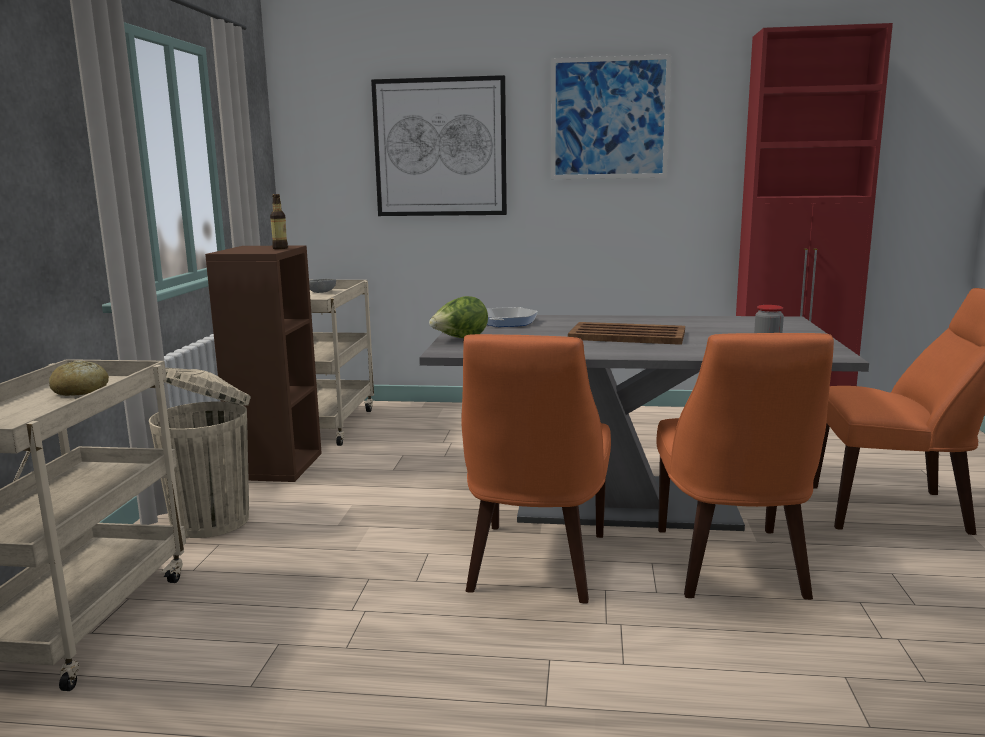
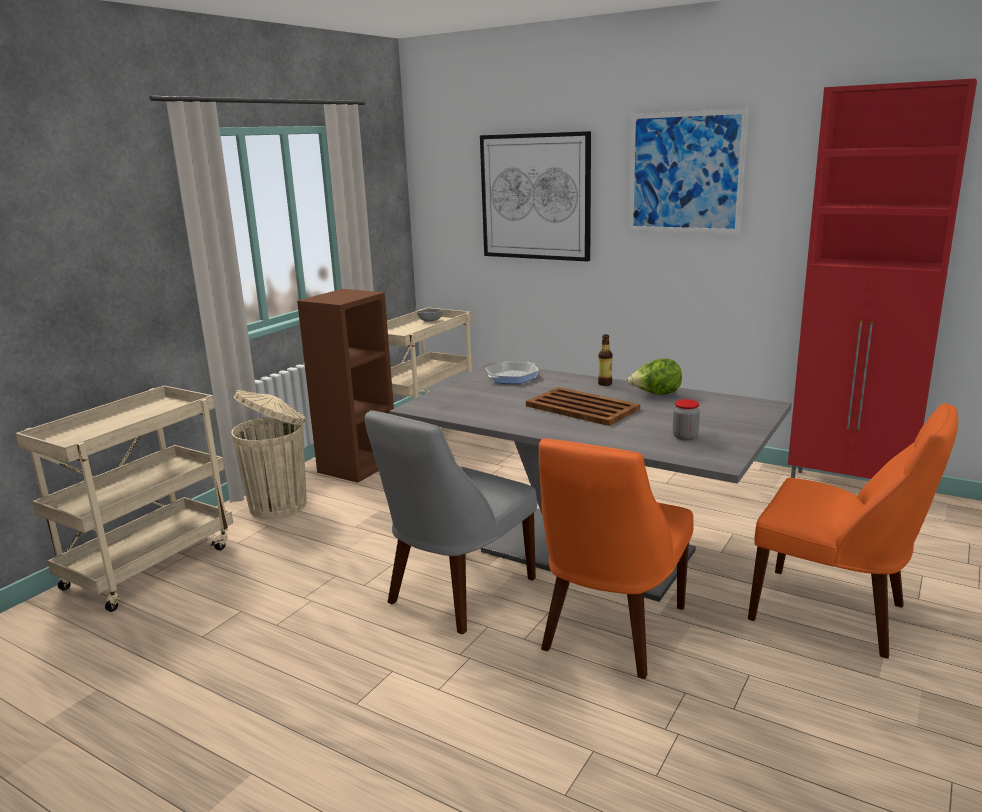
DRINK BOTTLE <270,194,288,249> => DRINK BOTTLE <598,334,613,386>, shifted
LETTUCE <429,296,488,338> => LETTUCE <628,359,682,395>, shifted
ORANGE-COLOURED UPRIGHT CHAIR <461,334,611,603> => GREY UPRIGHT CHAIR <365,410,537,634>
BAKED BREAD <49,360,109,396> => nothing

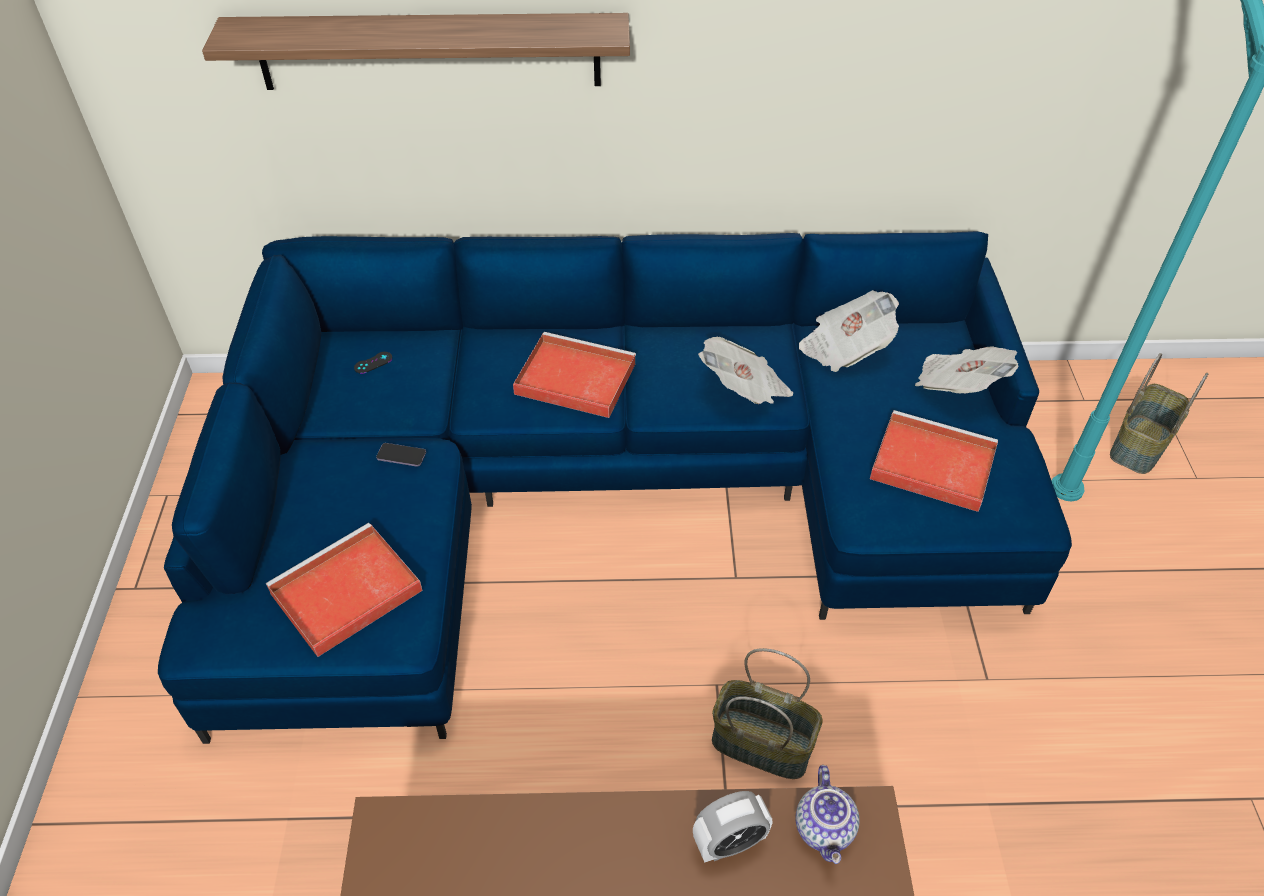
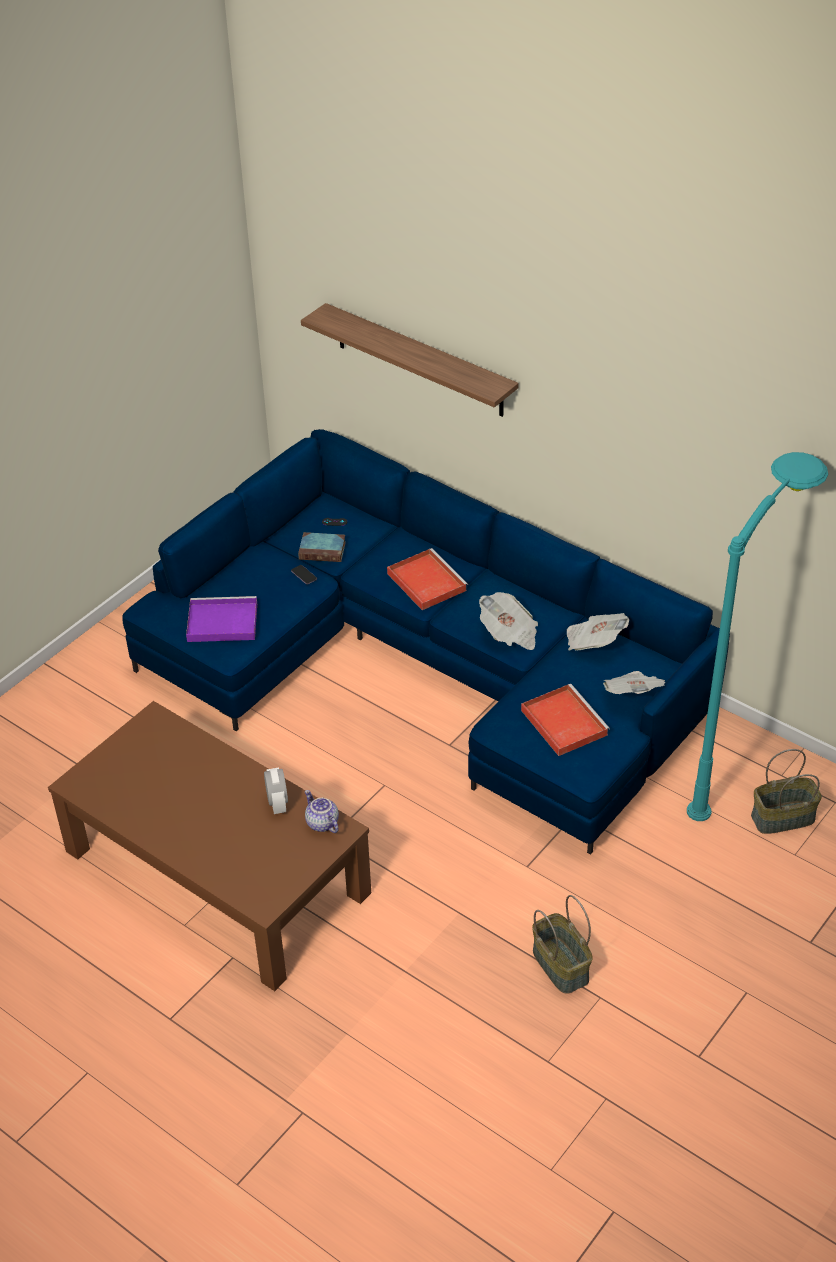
RED-COLOURED TRAY <266,523,423,657> => PURPLISH TRAY <186,596,257,642>
STORAGE BASKET <712,648,823,779> => STORAGE BASKET <532,895,593,994>, shifted
TEAPOT <796,765,860,864> => TEAPOT <305,790,339,833>, 105 degrees clockwise
TABLE CLOCK <693,791,773,863> => TABLE CLOCK <264,768,288,814>, 120 degrees counterclockwise
nothing => VOLUME <298,532,346,562>

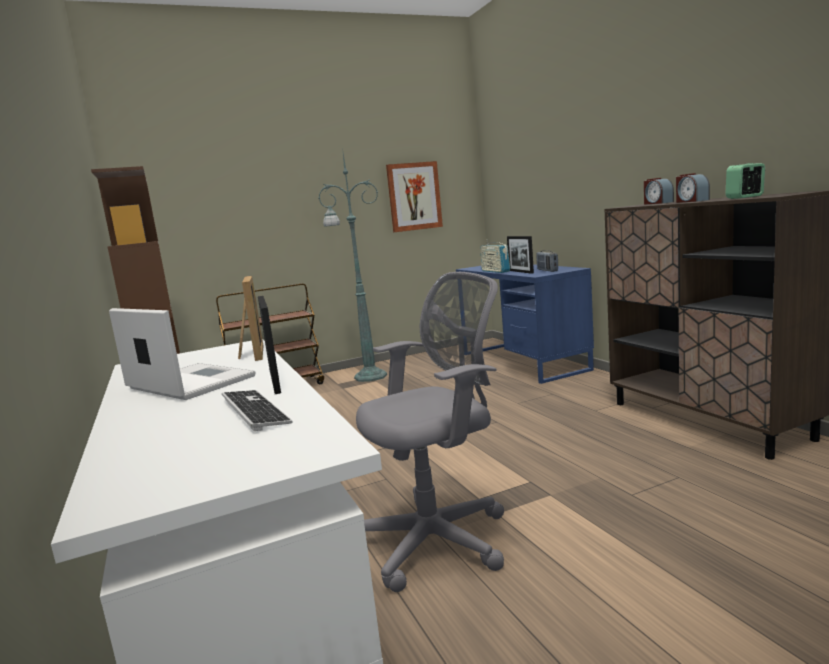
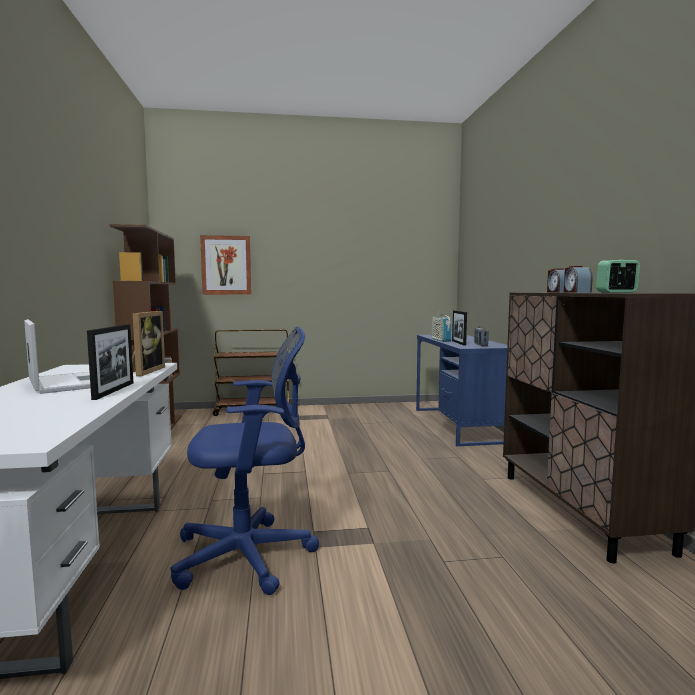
GREEN-COLOURED STANDARD LAMP <319,147,387,382> => nothing
PICTURE <386,161,443,232> => PICTURE <200,235,251,295>, shifted
GREY DESK CHAIR <356,272,504,592> => BLUISH DESK CHAIR <171,327,319,595>
PC KEYBOARD <222,390,293,431> => nothing

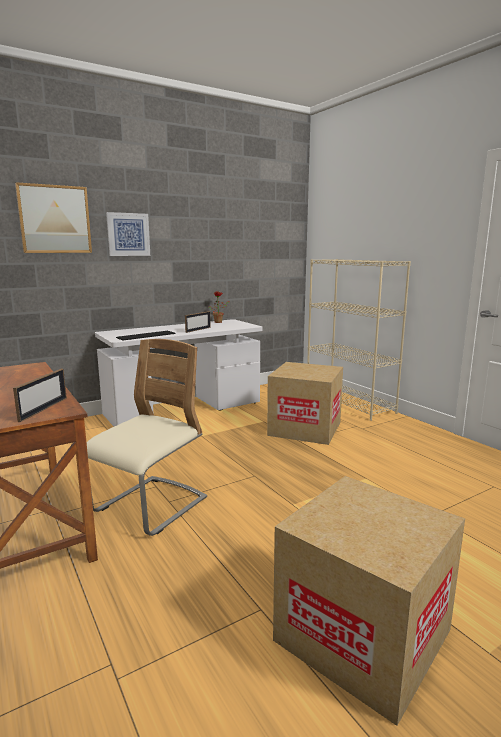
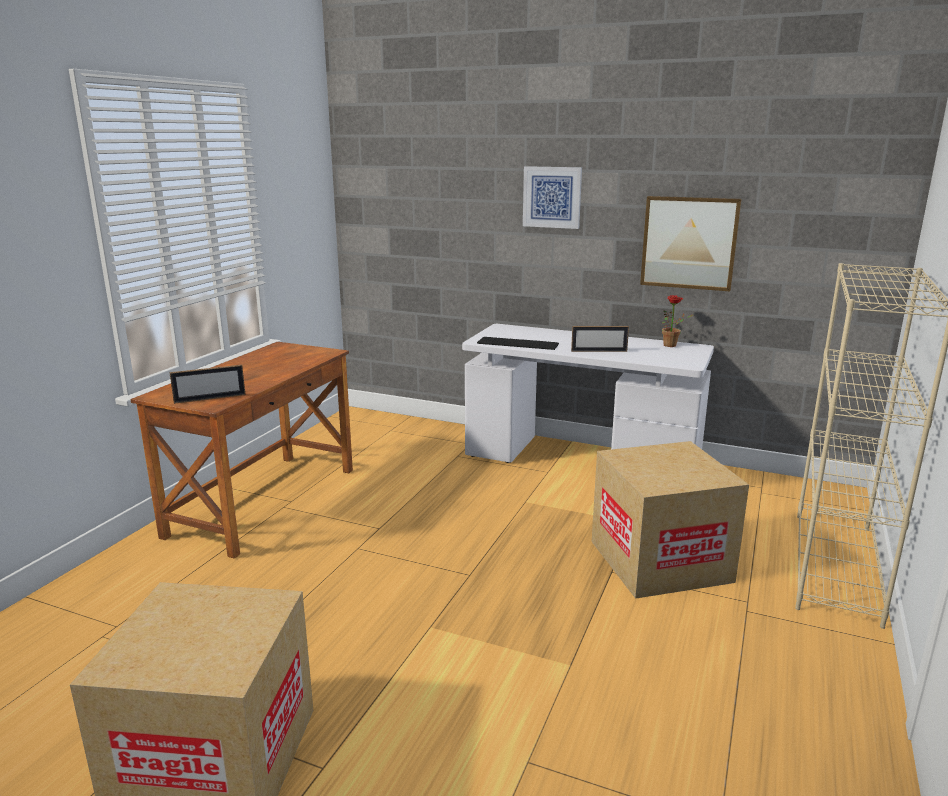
PICTURE <15,182,92,253> => PICTURE <640,196,741,291>, shifted
BEIGE UPRIGHT CHAIR <87,339,207,536> => nothing

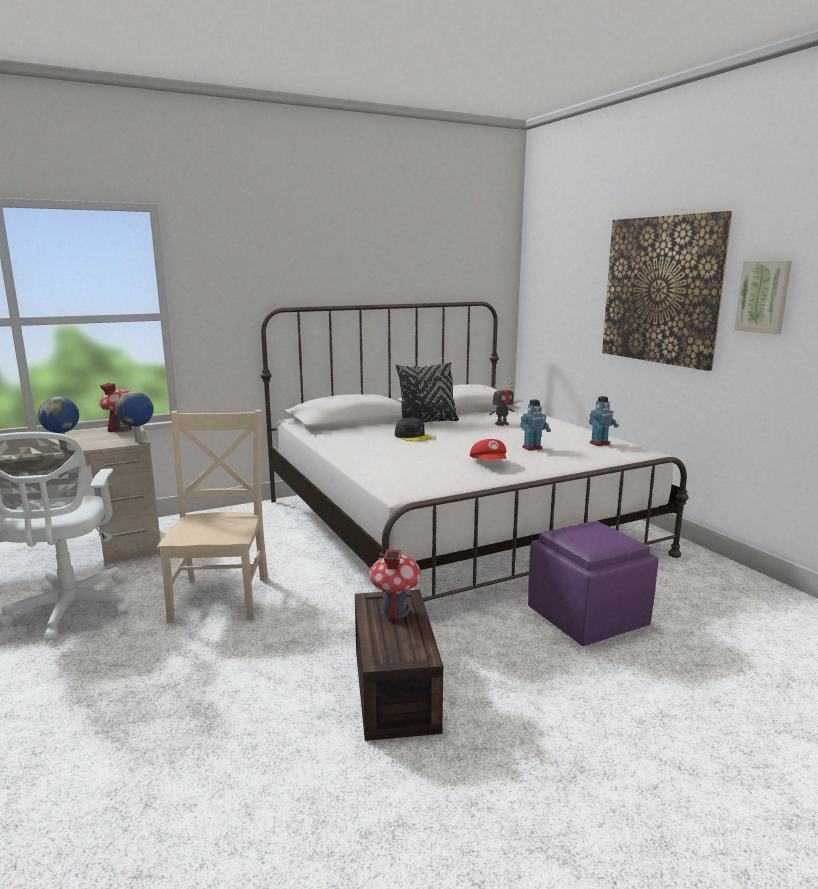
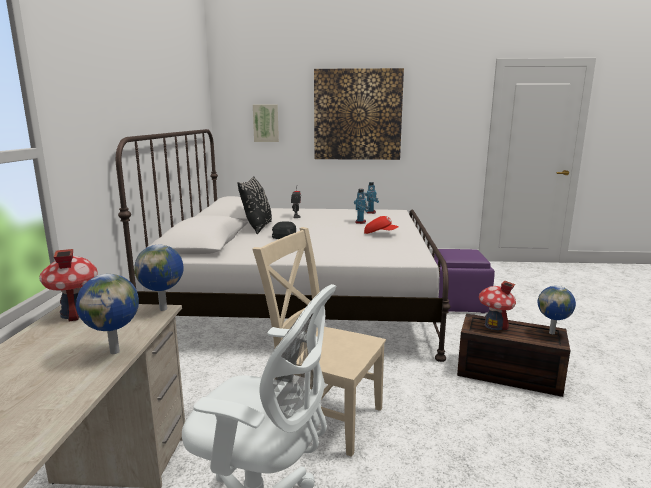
PICTURE <734,261,792,334> => PICTURE <253,105,279,142>, shifted
nothing => GLOBE <538,286,576,334>

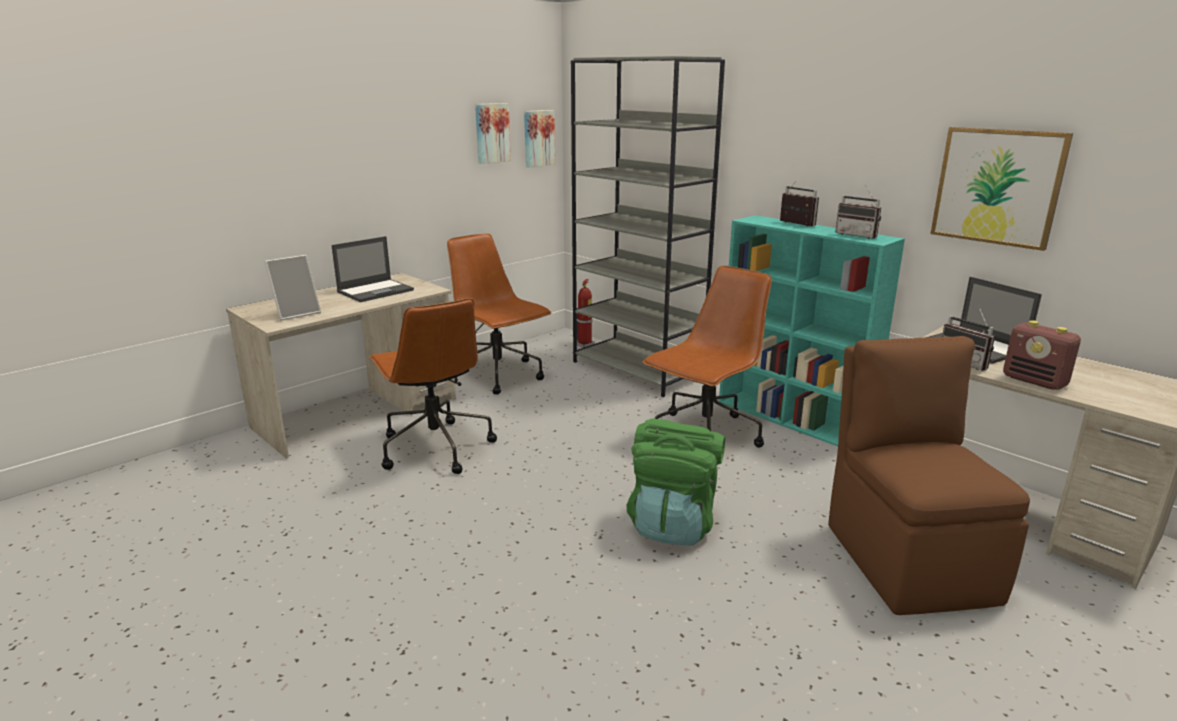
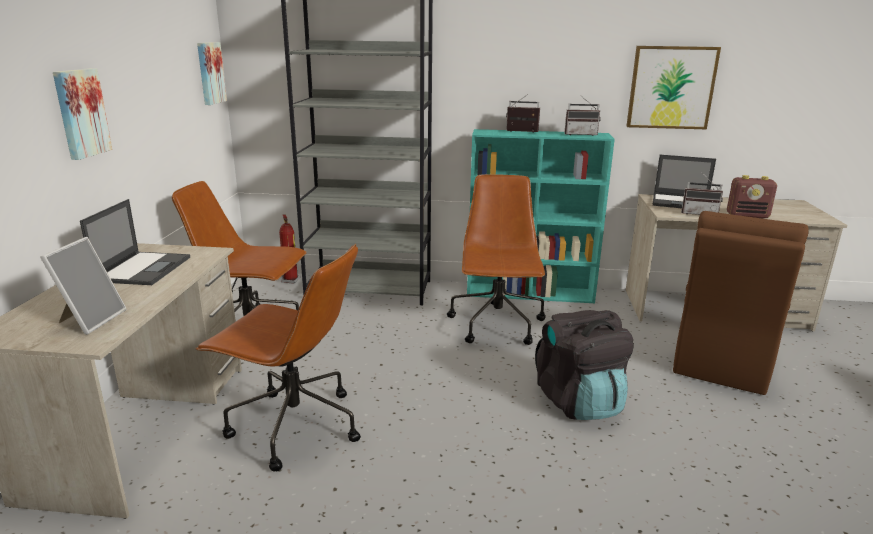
PICTURE <475,103,511,164> => PICTURE <53,68,112,160>, shifted
BROWN UPRIGHT CHAIR <828,336,1030,615> => BROWN UPRIGHT CHAIR <673,211,809,395>, 105 degrees counterclockwise
GREEN-COLOURED BACKPACK <627,418,725,546> => BLACKISH BACKPACK <535,310,634,420>

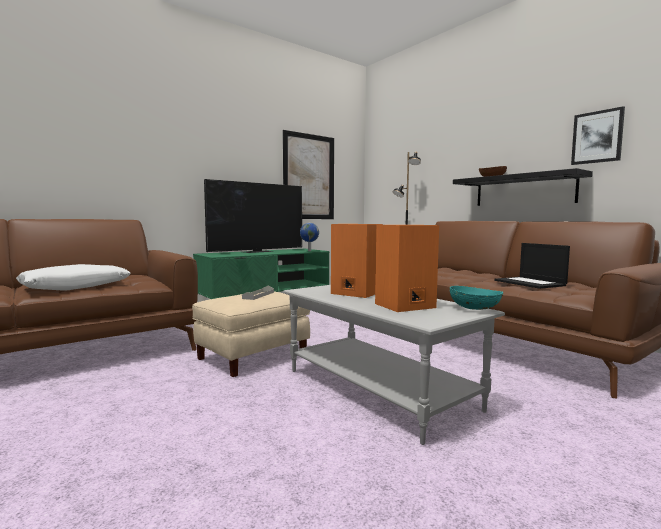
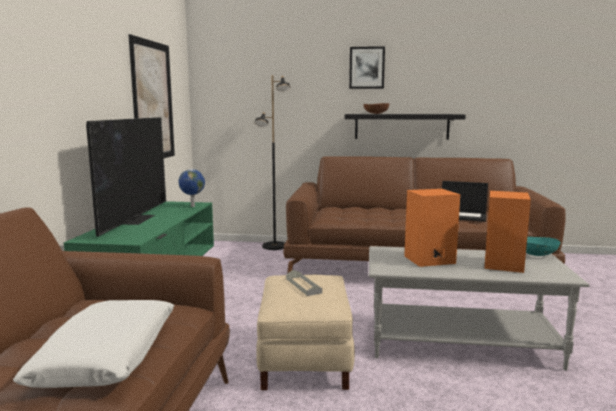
PICTURE <571,106,625,165> => PICTURE <349,46,385,89>, shifted

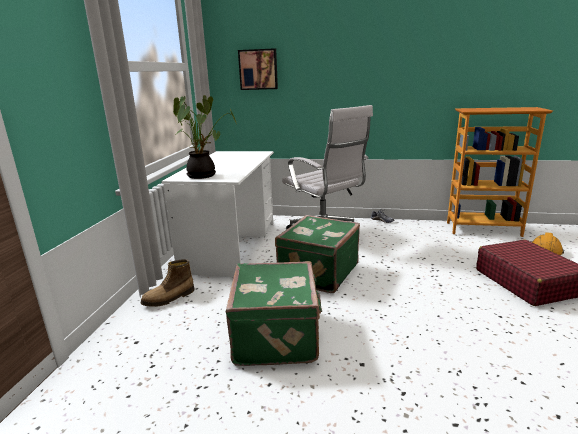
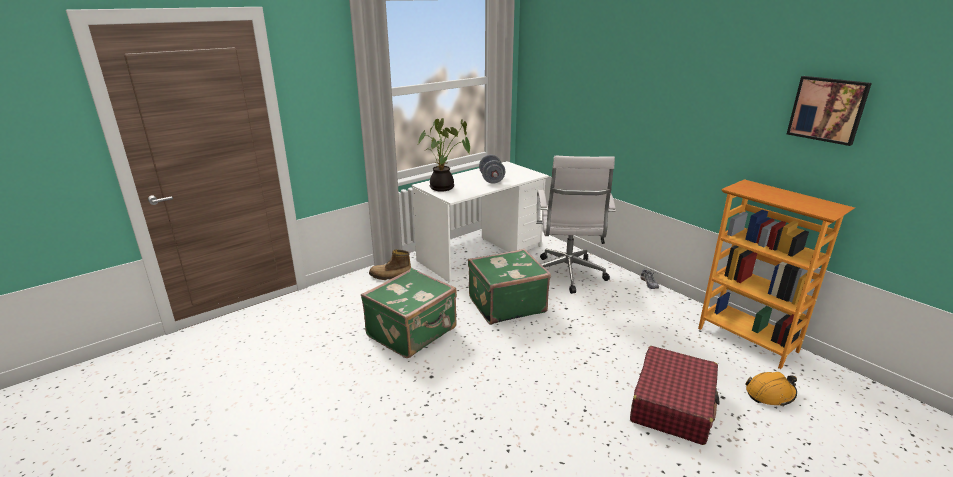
PICTURE <238,48,278,90> => PICTURE <787,76,872,146>, shifted
nothing => GREY FREE WEIGHT <479,155,505,184>

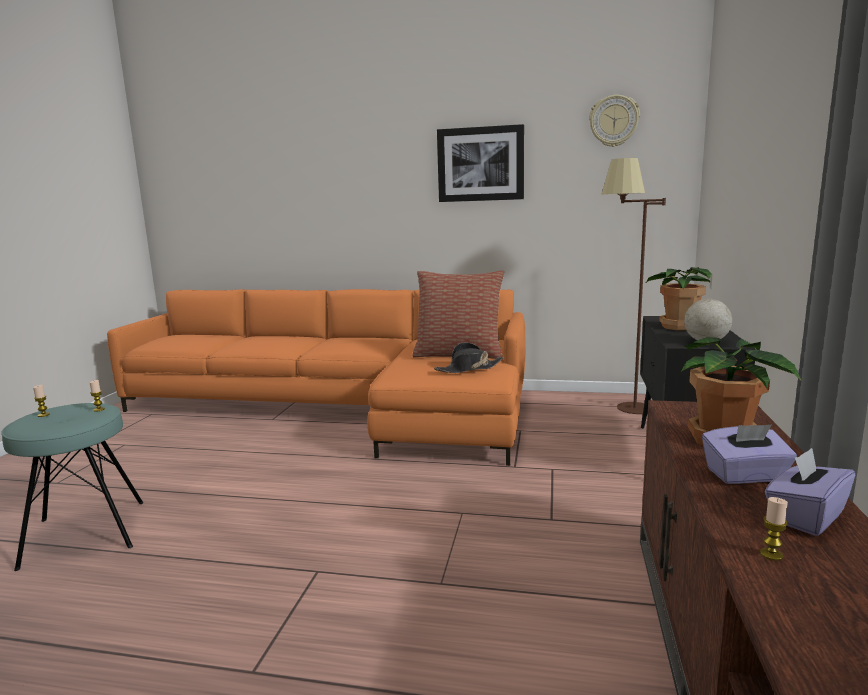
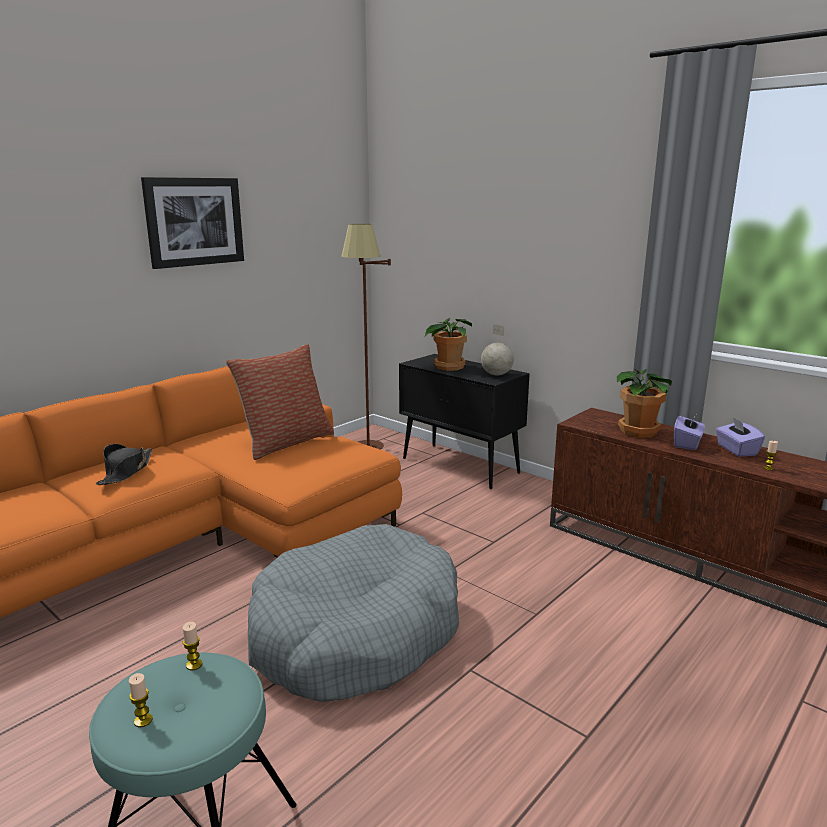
CLOCK ON THE WALL <589,95,640,147> => nothing
BLACKISH WEARABLE HAT <434,342,504,373> => BLACKISH WEARABLE HAT <96,444,152,485>, shifted
nothing => GREY DOG BED <248,524,459,702>

